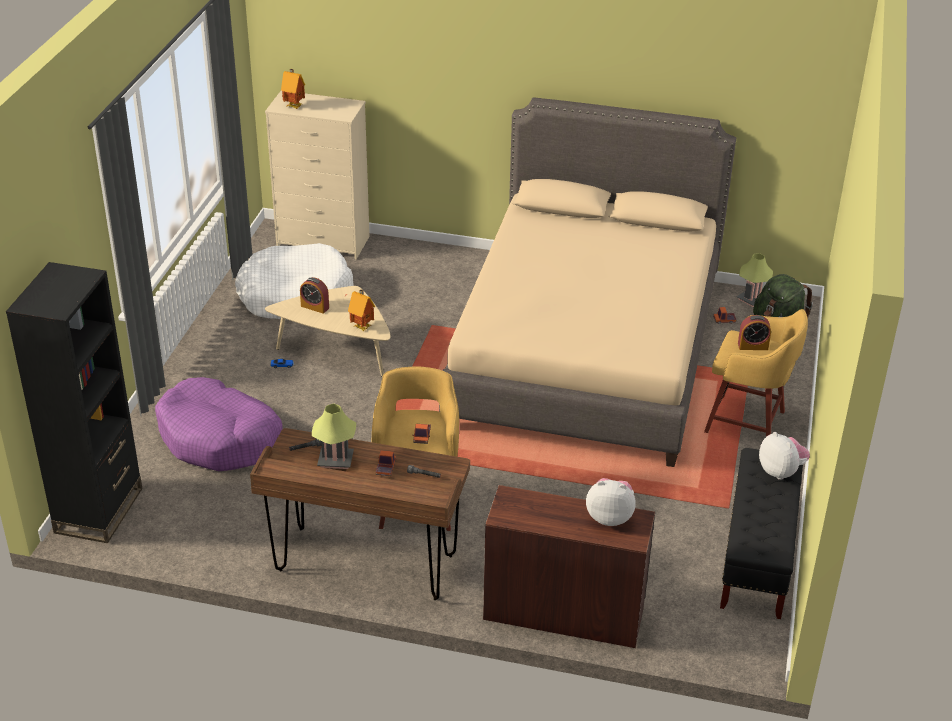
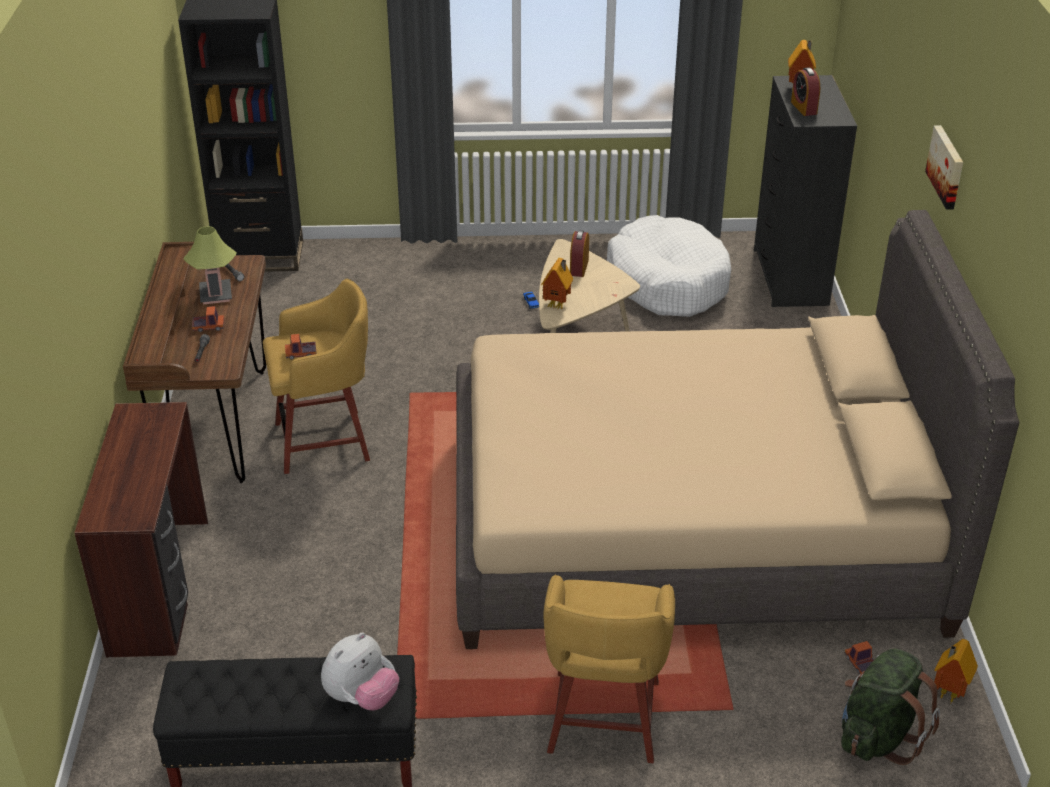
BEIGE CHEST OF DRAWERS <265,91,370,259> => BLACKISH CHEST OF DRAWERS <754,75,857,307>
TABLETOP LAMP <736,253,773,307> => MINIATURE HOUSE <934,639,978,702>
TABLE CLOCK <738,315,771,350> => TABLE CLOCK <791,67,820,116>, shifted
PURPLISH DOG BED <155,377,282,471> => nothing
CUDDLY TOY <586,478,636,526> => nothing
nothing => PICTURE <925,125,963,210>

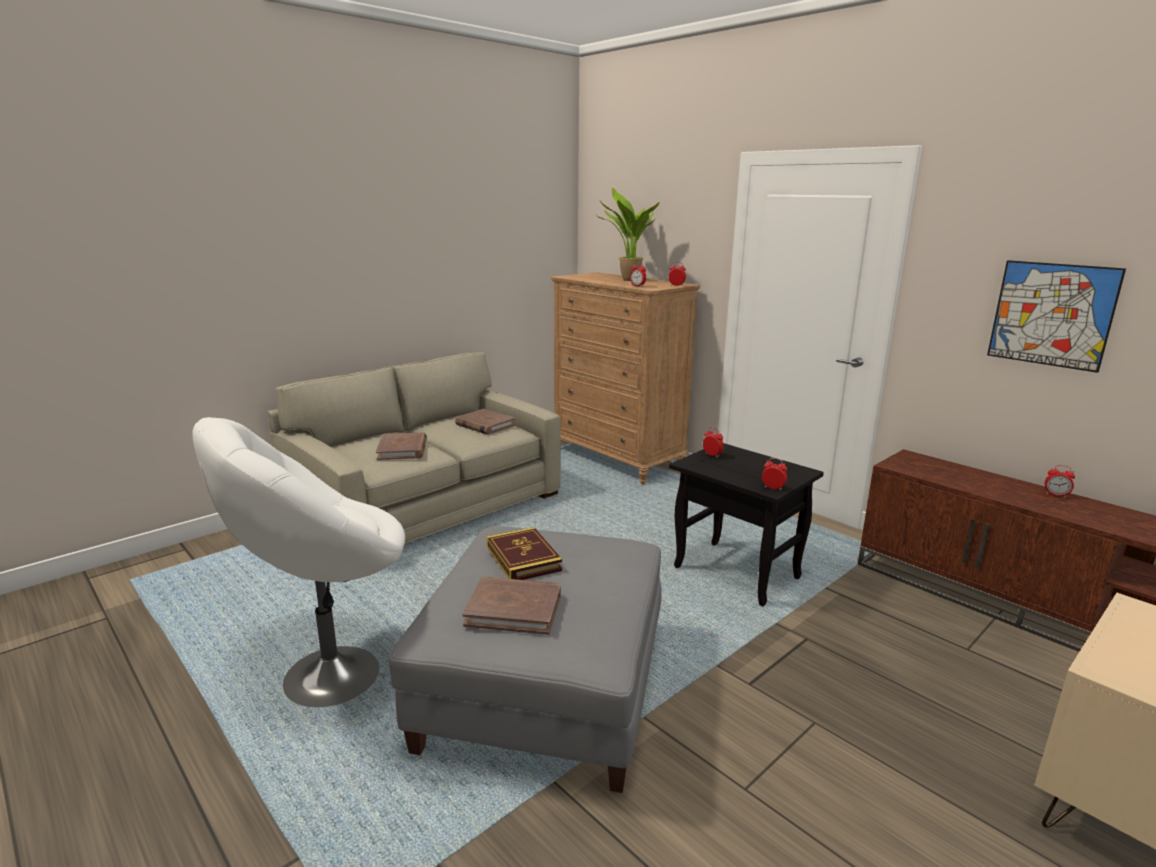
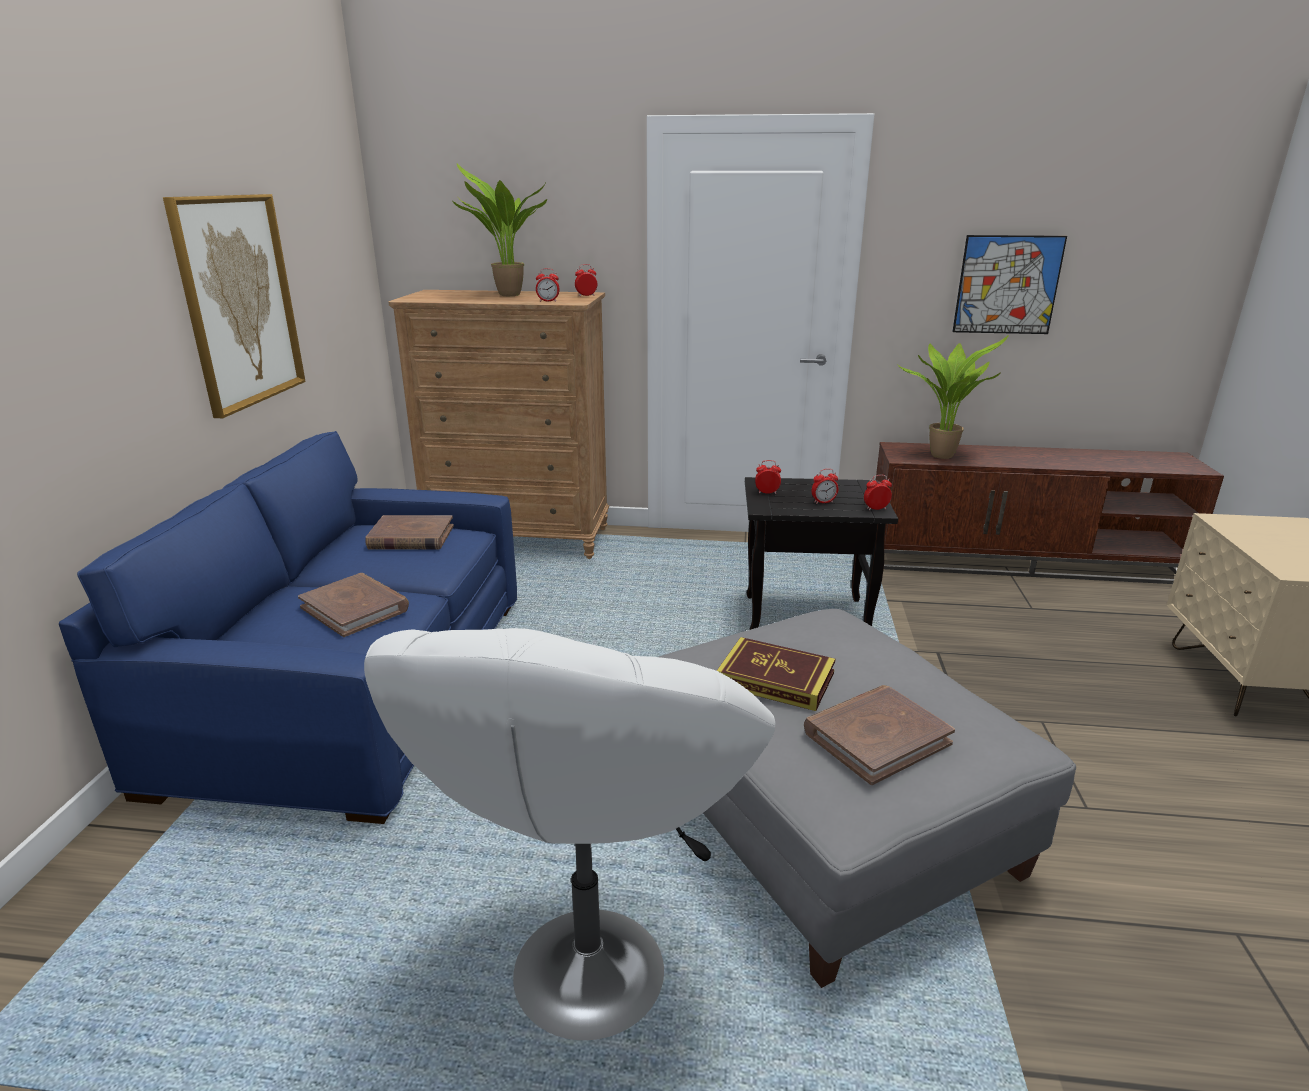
BEIGE COUCH <268,352,561,543> => BLUISH COUCH <59,431,517,824>
TABLE CLOCK <1044,465,1075,498> => TABLE CLOCK <811,469,838,504>, shifted
nothing => PICTURE <163,194,306,418>
nothing => HOUSEPLANT <897,335,1009,459>

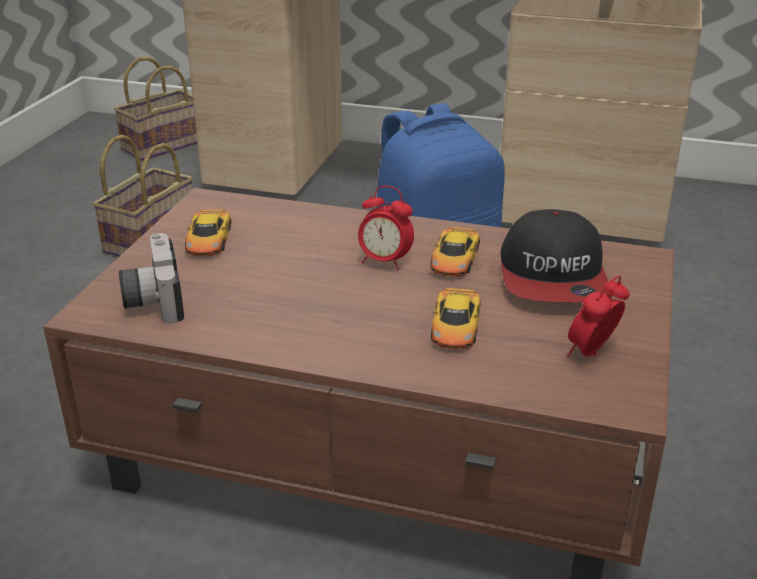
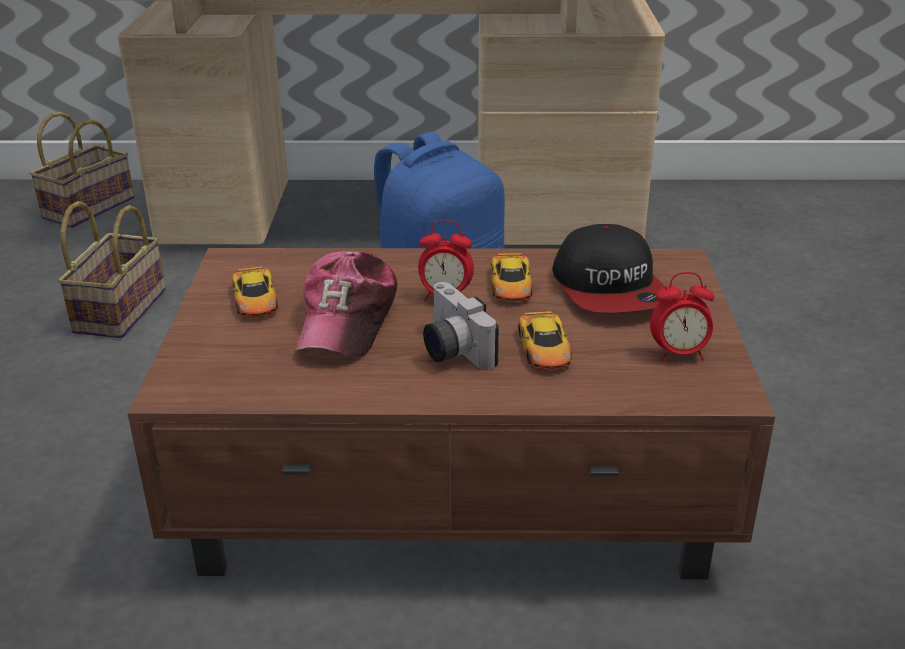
STILL CAMERA <119,233,184,324> => STILL CAMERA <423,282,499,370>, shifted
TABLE CLOCK <567,276,629,357> => TABLE CLOCK <650,272,714,361>, 120 degrees counterclockwise
nothing => BASEBALL CAP <295,251,398,357>

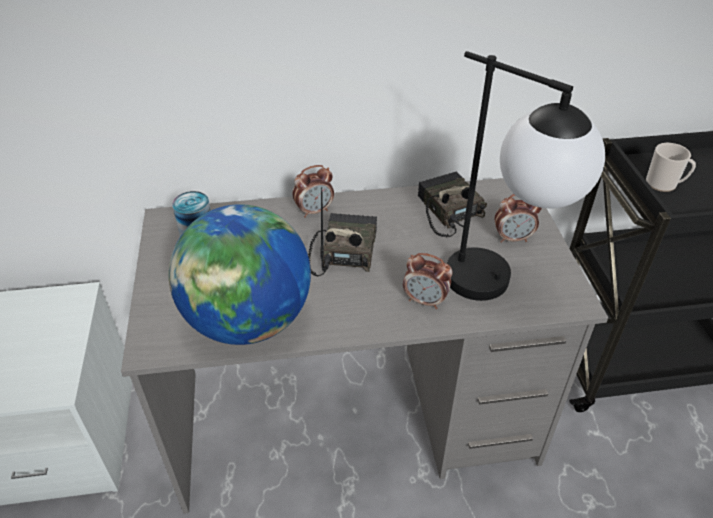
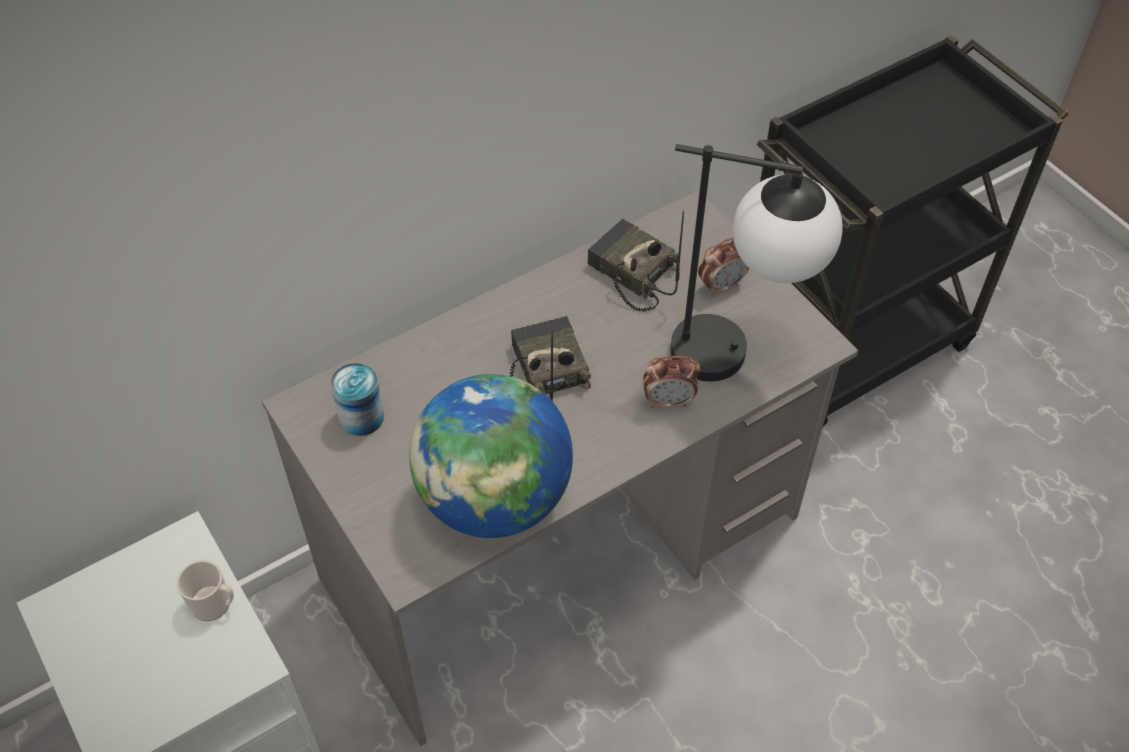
TEA MUG <646,143,696,192> => TEA MUG <177,560,234,621>, shifted
TABLE CLOCK <293,165,334,218> => nothing

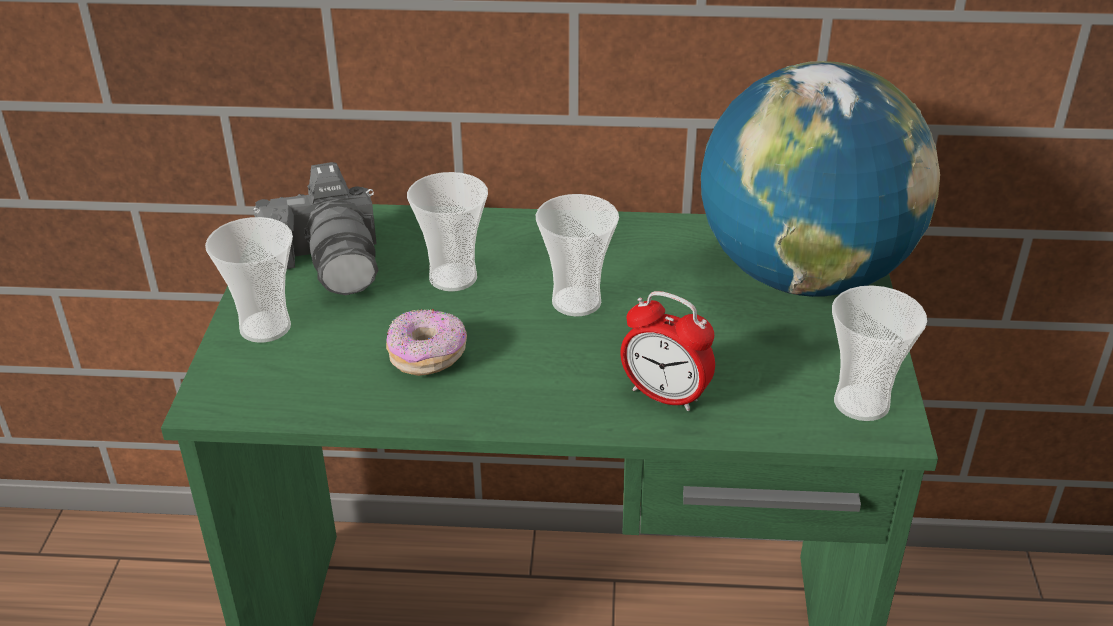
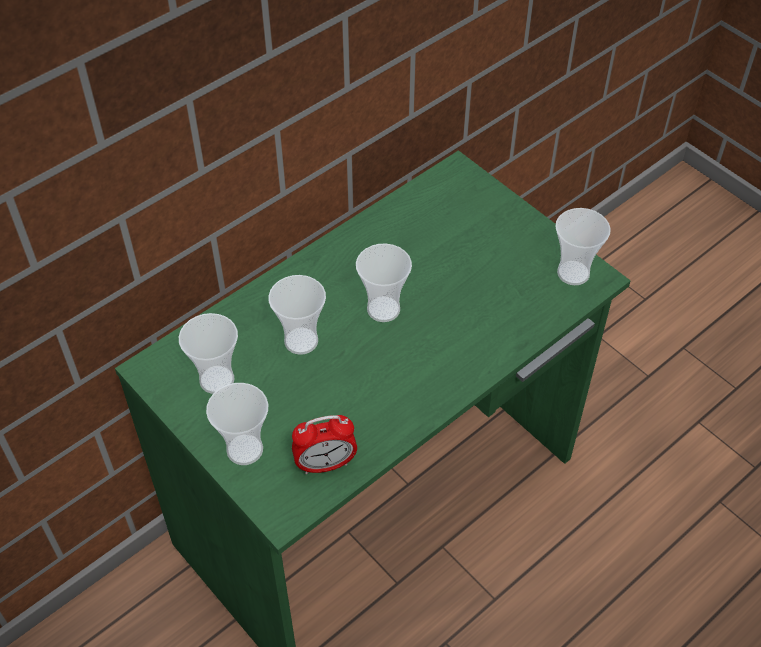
GLOBE <701,61,940,297> => nothing
STILL CAMERA <254,162,378,295> => CUP <179,313,238,394>
TABLE CLOCK <620,291,715,411> => TABLE CLOCK <292,415,357,474>, shifted
RING DOUGHNUT <386,309,467,376> => nothing

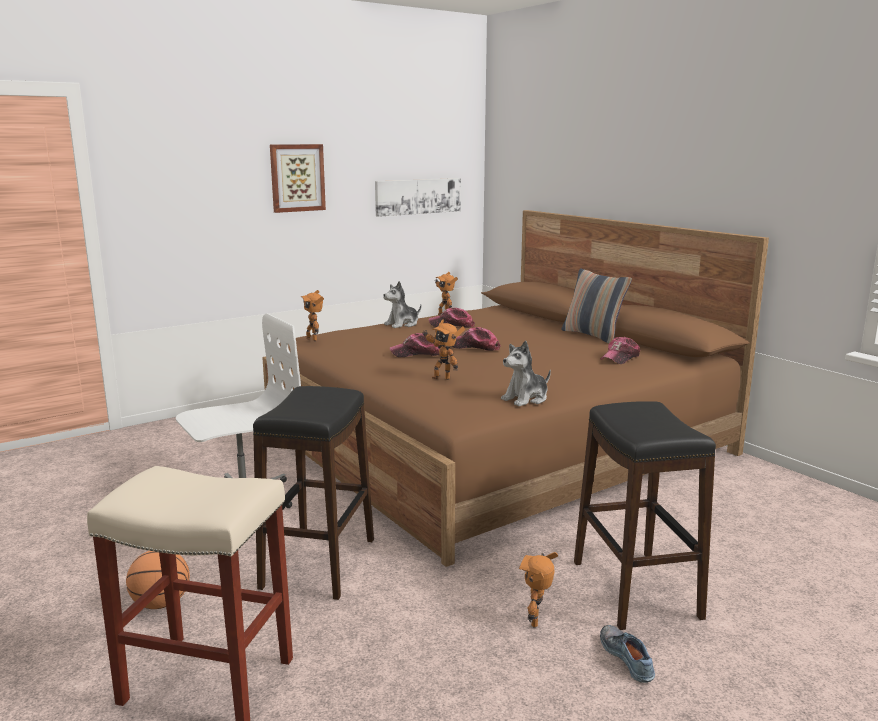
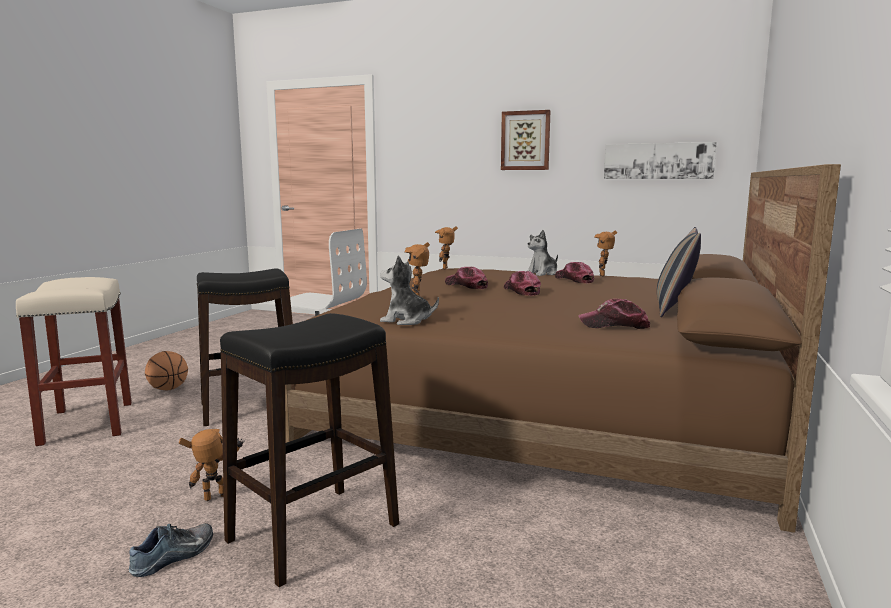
CUDDLY TOY <383,281,422,328> => CUDDLY TOY <528,230,558,276>, 60 degrees counterclockwise

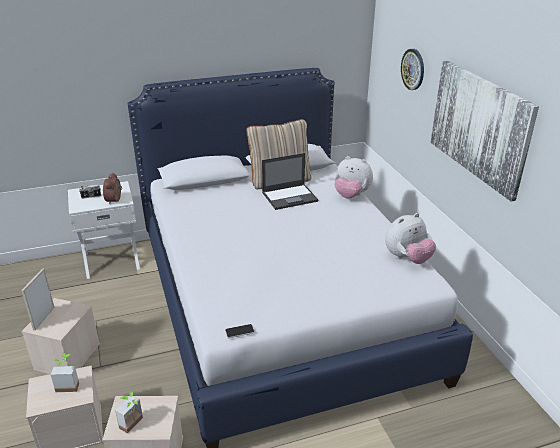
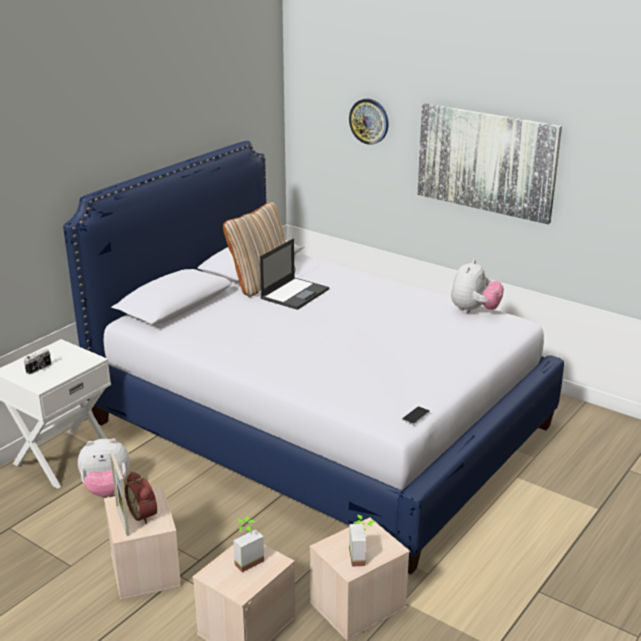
CUDDLY TOY <334,156,373,198> => CUDDLY TOY <78,438,130,497>, shifted
TABLE CLOCK <103,173,122,205> => TABLE CLOCK <125,471,157,524>, shifted

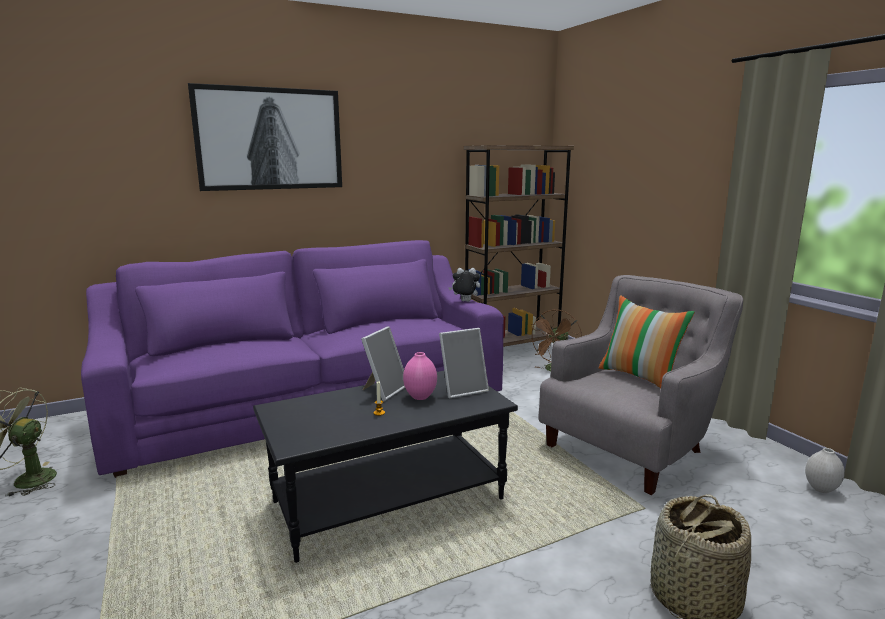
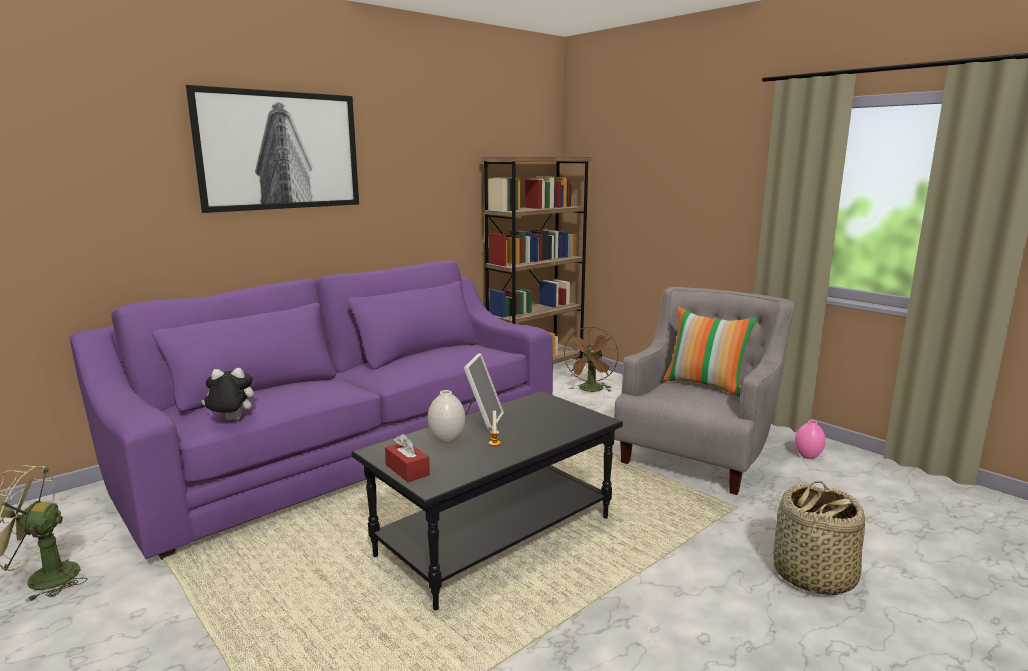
CUDDLY TOY <448,268,480,302> => CUDDLY TOY <201,368,254,420>, shifted
STANDING FRAME <439,328,489,399> => nothing
PINKISH DECORATIVE VASE <403,352,437,400> => PINKISH DECORATIVE VASE <795,420,826,459>, shifted
WHITE DECORATIVE VASE <805,448,845,493> => WHITE DECORATIVE VASE <428,390,465,443>, shifted
nothing => RED-COLOURED BOX OF TISSUES <385,434,430,482>

